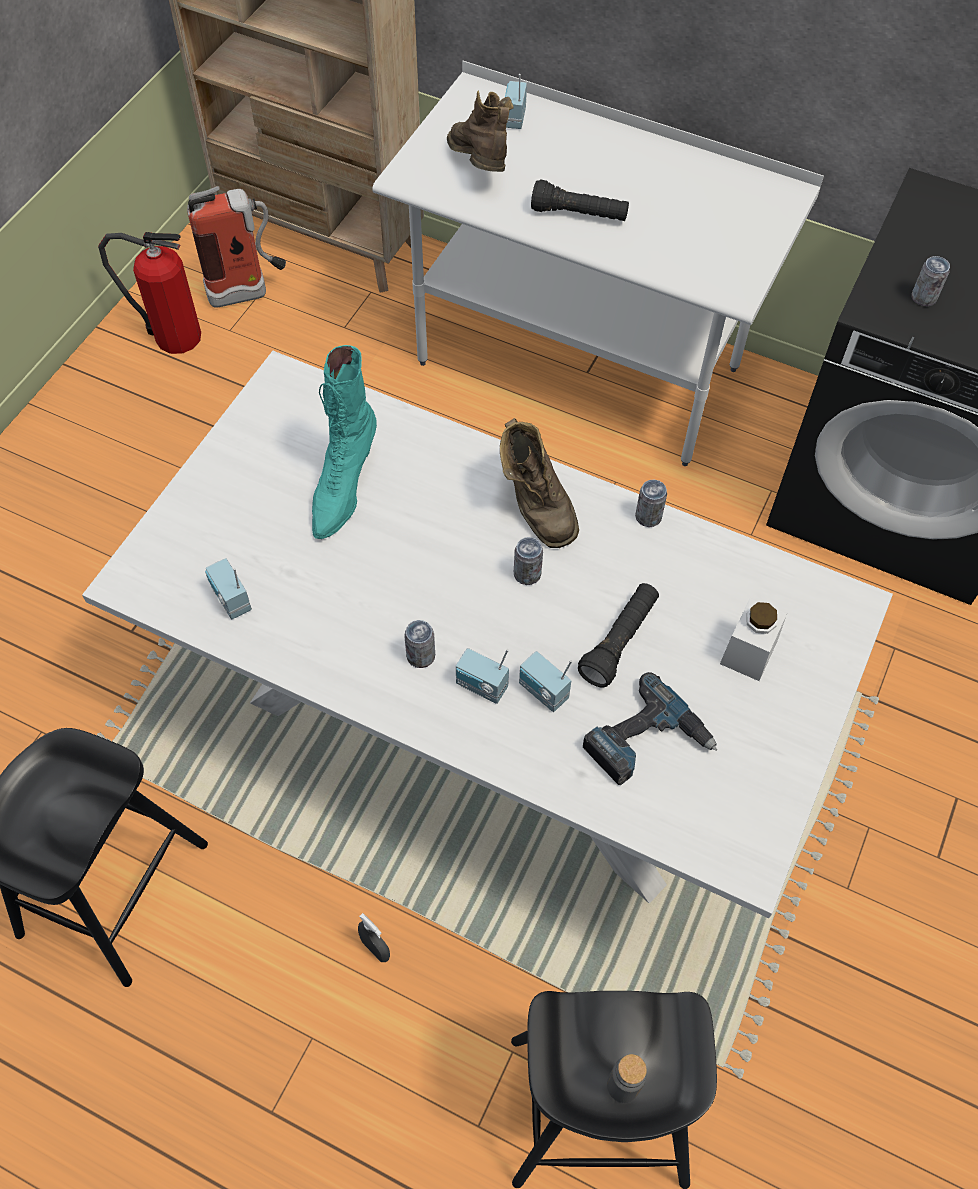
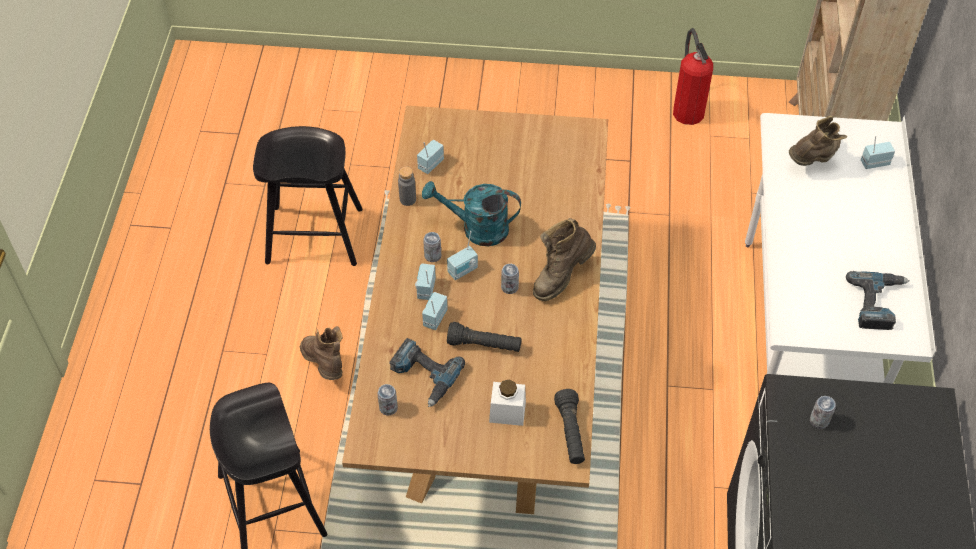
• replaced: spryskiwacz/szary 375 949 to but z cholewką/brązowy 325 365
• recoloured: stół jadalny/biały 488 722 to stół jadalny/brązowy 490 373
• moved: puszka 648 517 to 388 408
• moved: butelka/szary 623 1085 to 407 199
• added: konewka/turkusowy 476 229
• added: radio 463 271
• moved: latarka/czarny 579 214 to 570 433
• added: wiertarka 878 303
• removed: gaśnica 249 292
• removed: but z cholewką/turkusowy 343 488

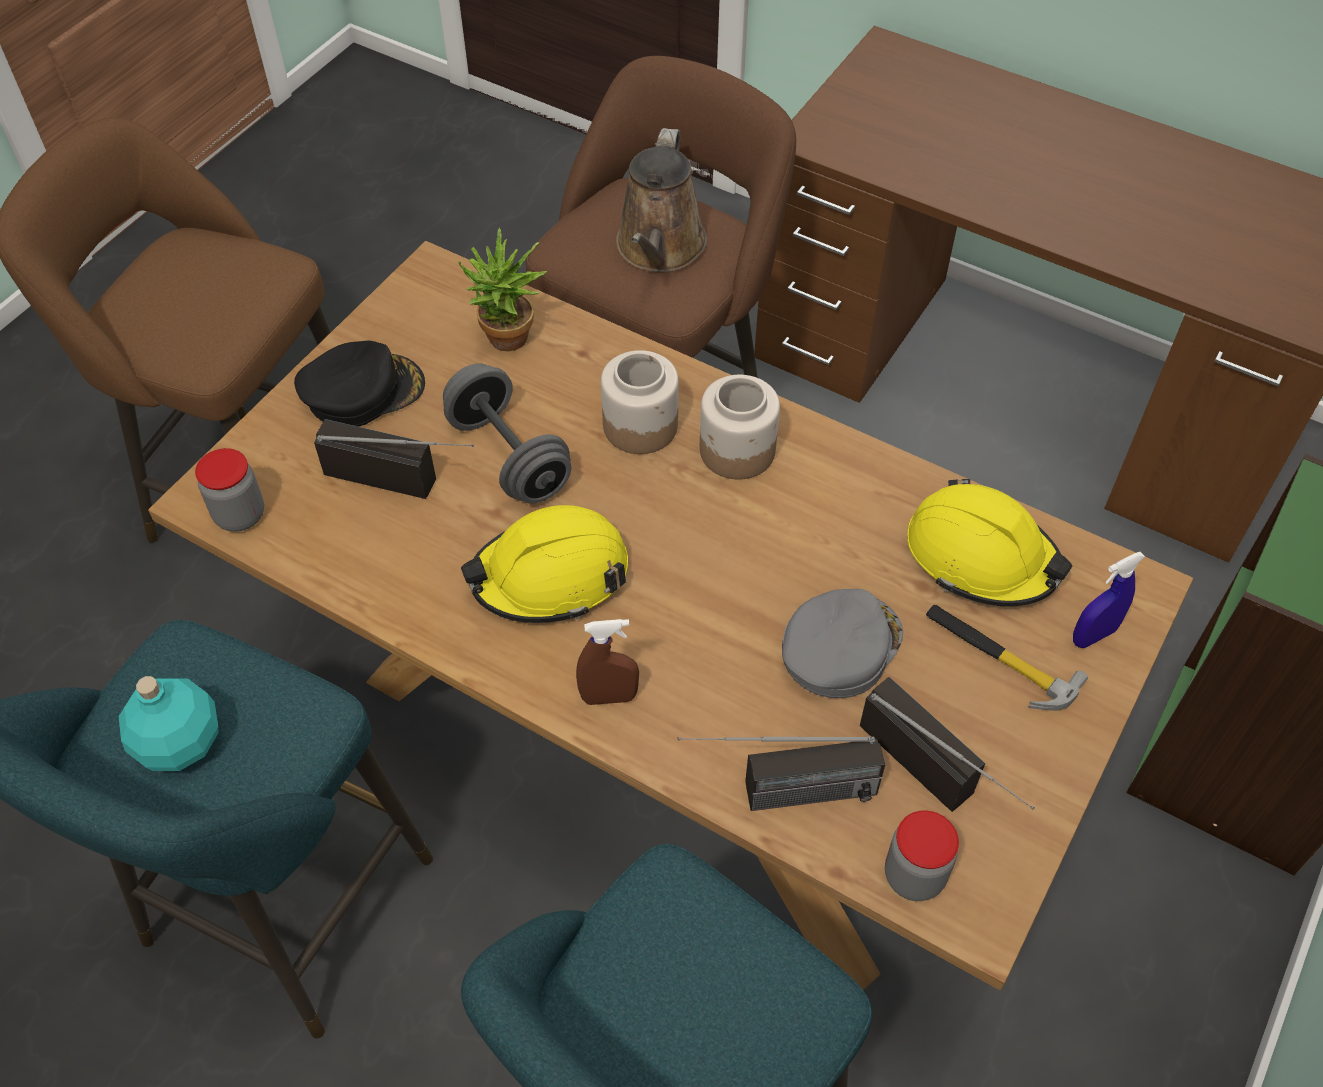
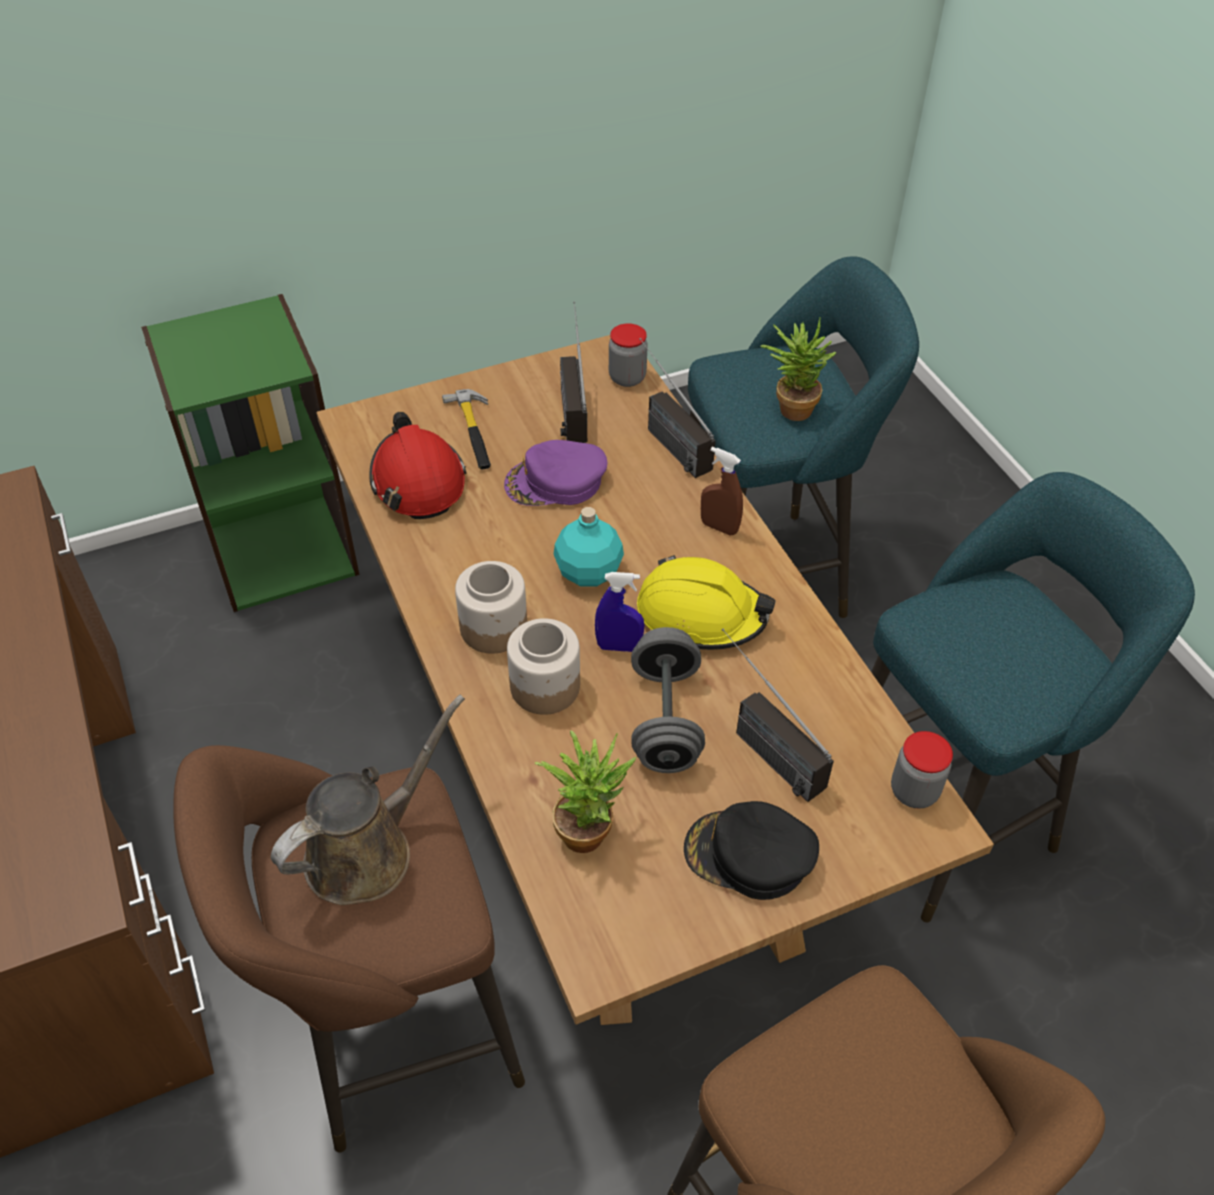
• recoloured: kask/żółty 981 557 to kask/czerwony 417 480
• recoloured: czapka z daszkiem/szary 839 646 to czapka z daszkiem/fioletowy 556 482
• moved: butelka/turkusowy 180 744 to 589 571
• moved: spryskiwacz/niebieski 1093 635 to 619 646
• turned: radio 777 796 = 664 437 150 degrees counterclockwise
• added: roślina doniczkowa 791 407

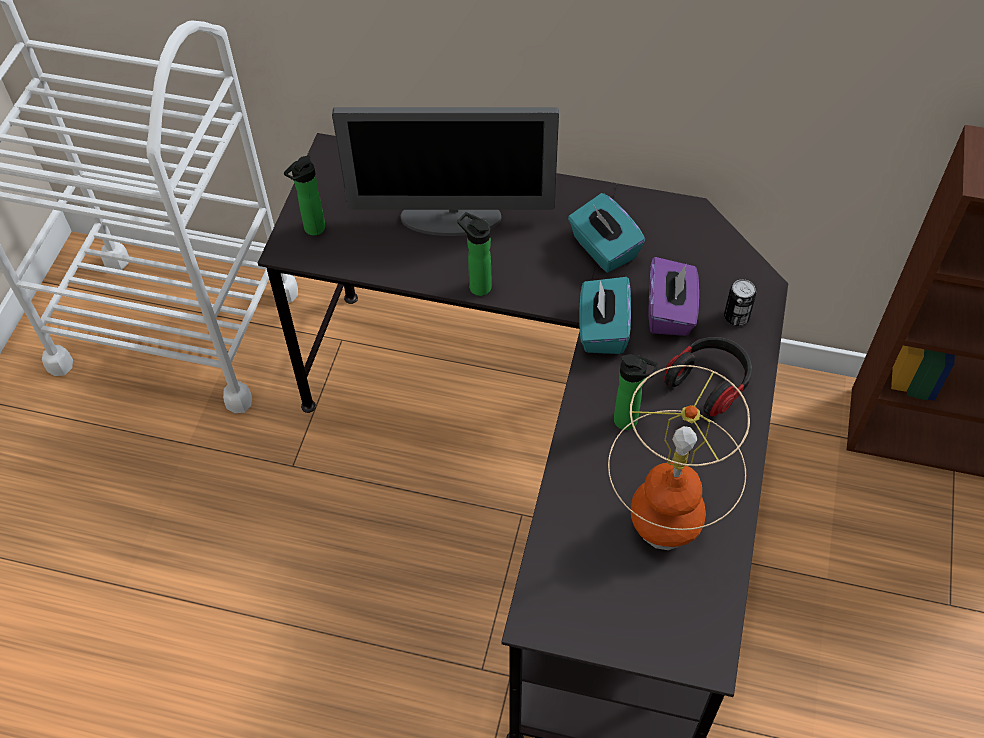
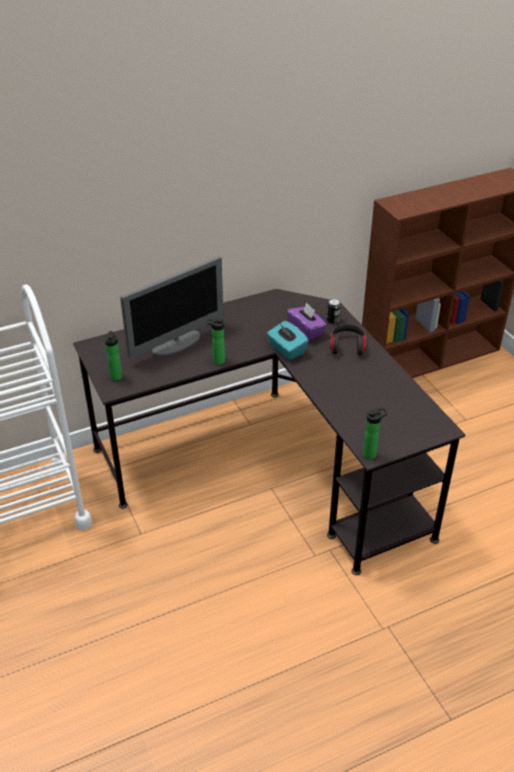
• moved: butelka 629 421 to 371 454
• removed: pudełko chusteczek/turkusowy 603 249
• removed: lampa stołowa 664 526

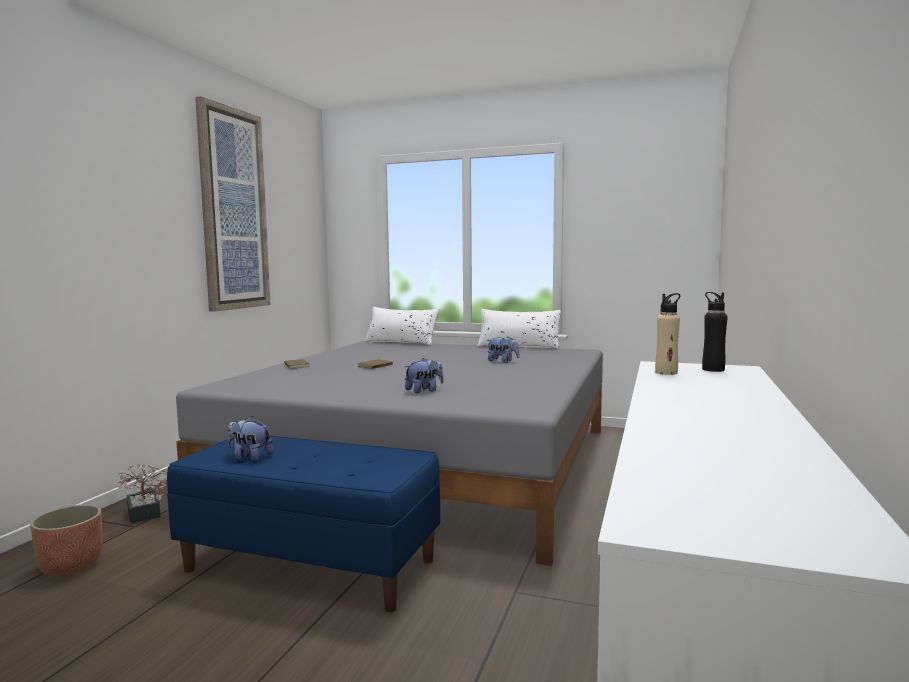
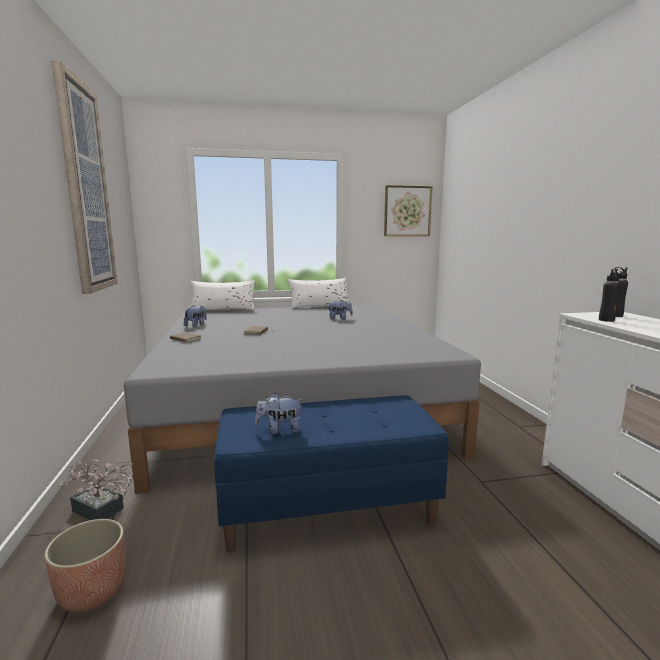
• moved: pluszak 424 391 to 196 325
• added: obraz 407 211
• recoloured: butelka/beżowy 666 372 to butelka/czarny 606 320

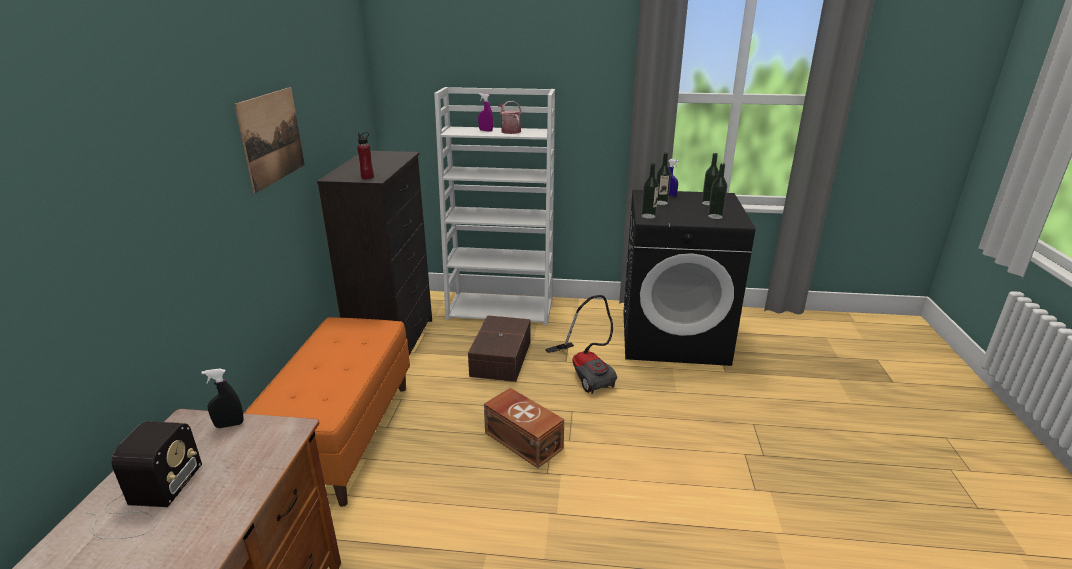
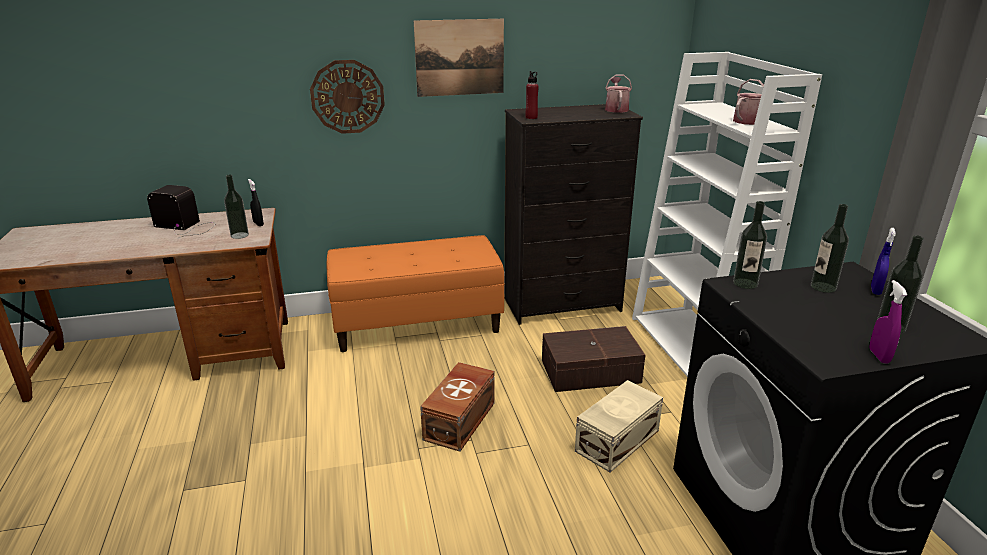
• turned: radio 147 500 = 186 226 150 degrees counterclockwise
• moved: butelka 715 216 to 239 235
• added: zegar ścienny 347 97
• replaced: odkurzacz 587 372 to pojemnik do przechowywania/beżowy 615 441
• added: konewka 616 109
• moved: spryskiwacz/fioletowy 485 130 to 879 356

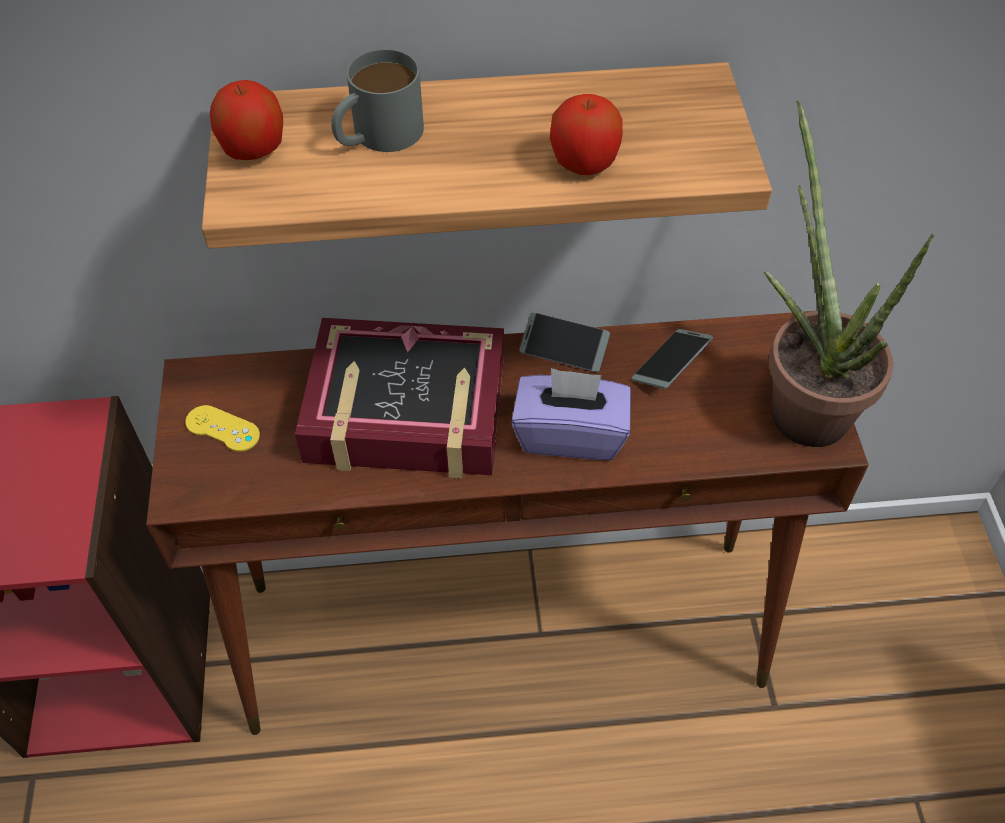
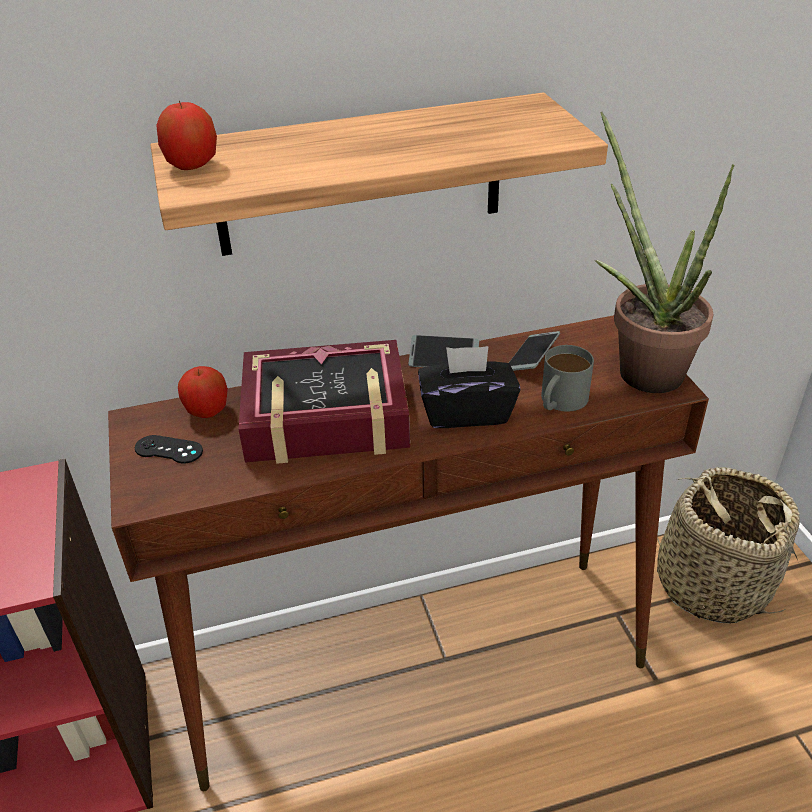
• recoloured: pad do gier/żółty 222 429 to pad do gier/czarny 168 450
• moved: jabłko 584 163 to 207 411
• recoloured: pudełko chusteczek/fioletowy 570 434 to pudełko chusteczek/czarny 466 412
• moved: kubek/szary 377 135 to 559 401
• added: koszyk 711 583

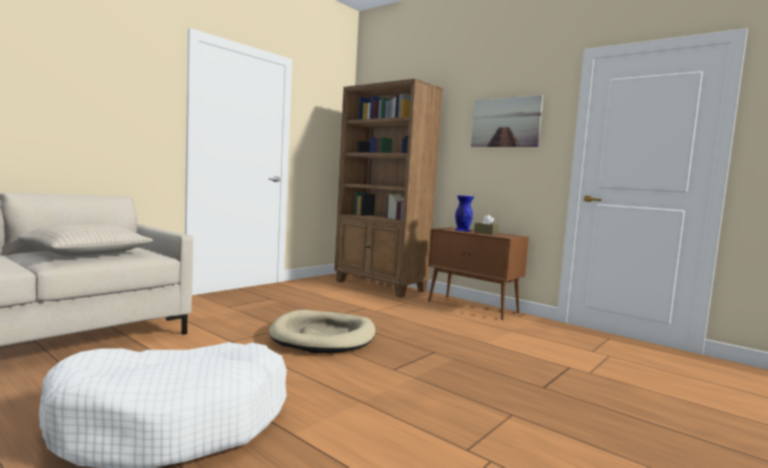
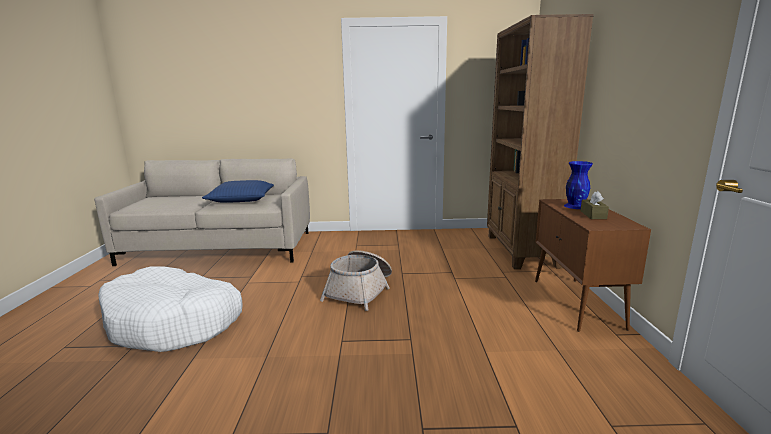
• recoloured: poduszka/beżowy 86 253 to poduszka/niebieski 241 199
• replaced: legowisko/beżowy 323 336 to koszyk 360 291
• removed: obraz 505 122

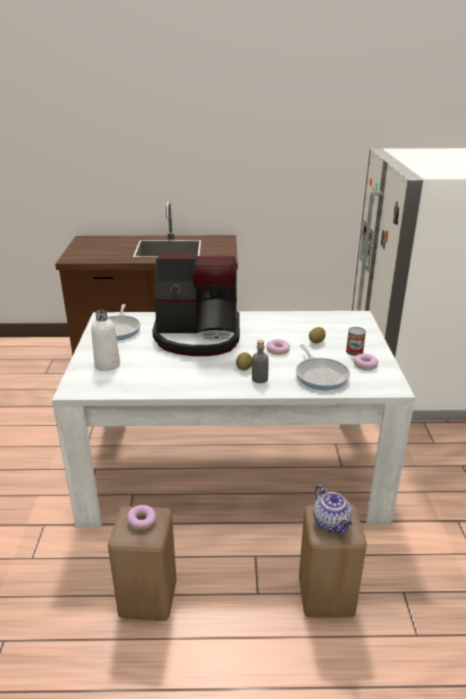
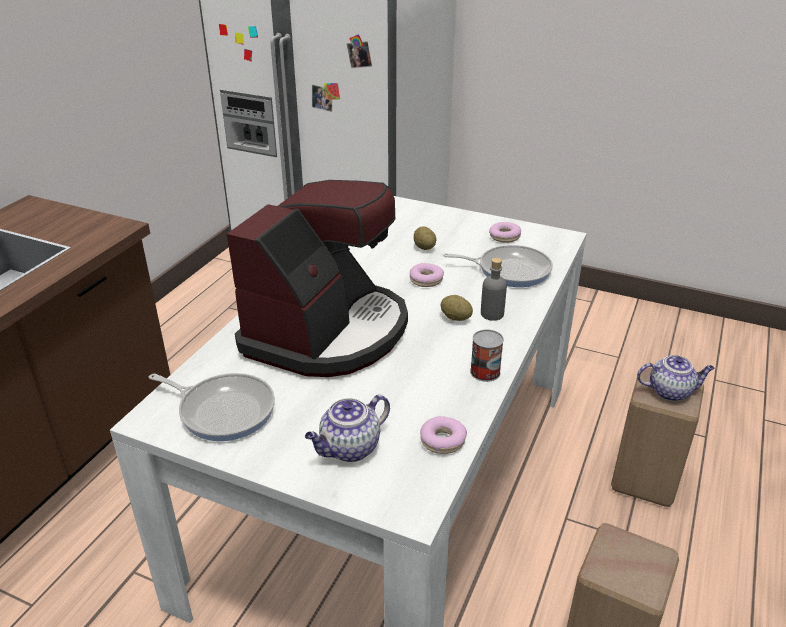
• replaced: butelka/biały 107 365 to imbryk 349 449
• moved: donut 141 521 to 443 441
• moved: puszka 354 351 to 485 372

